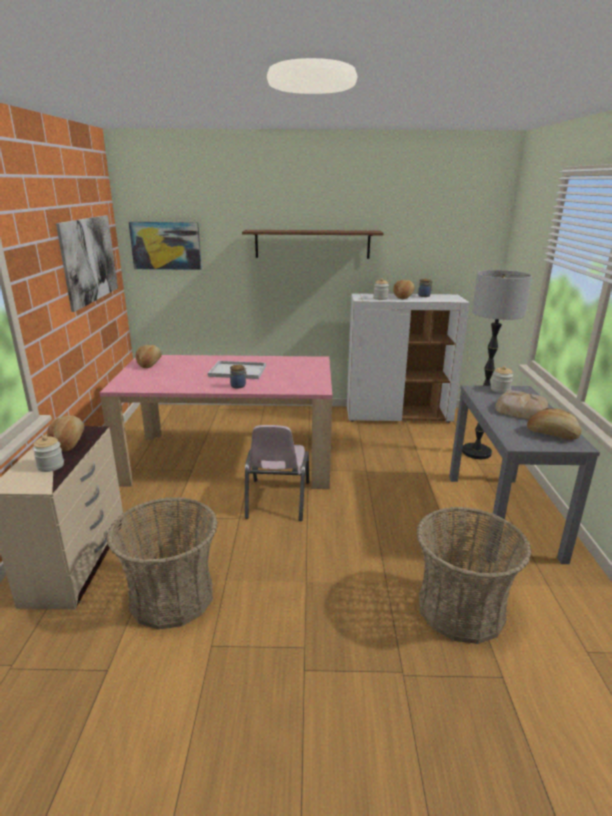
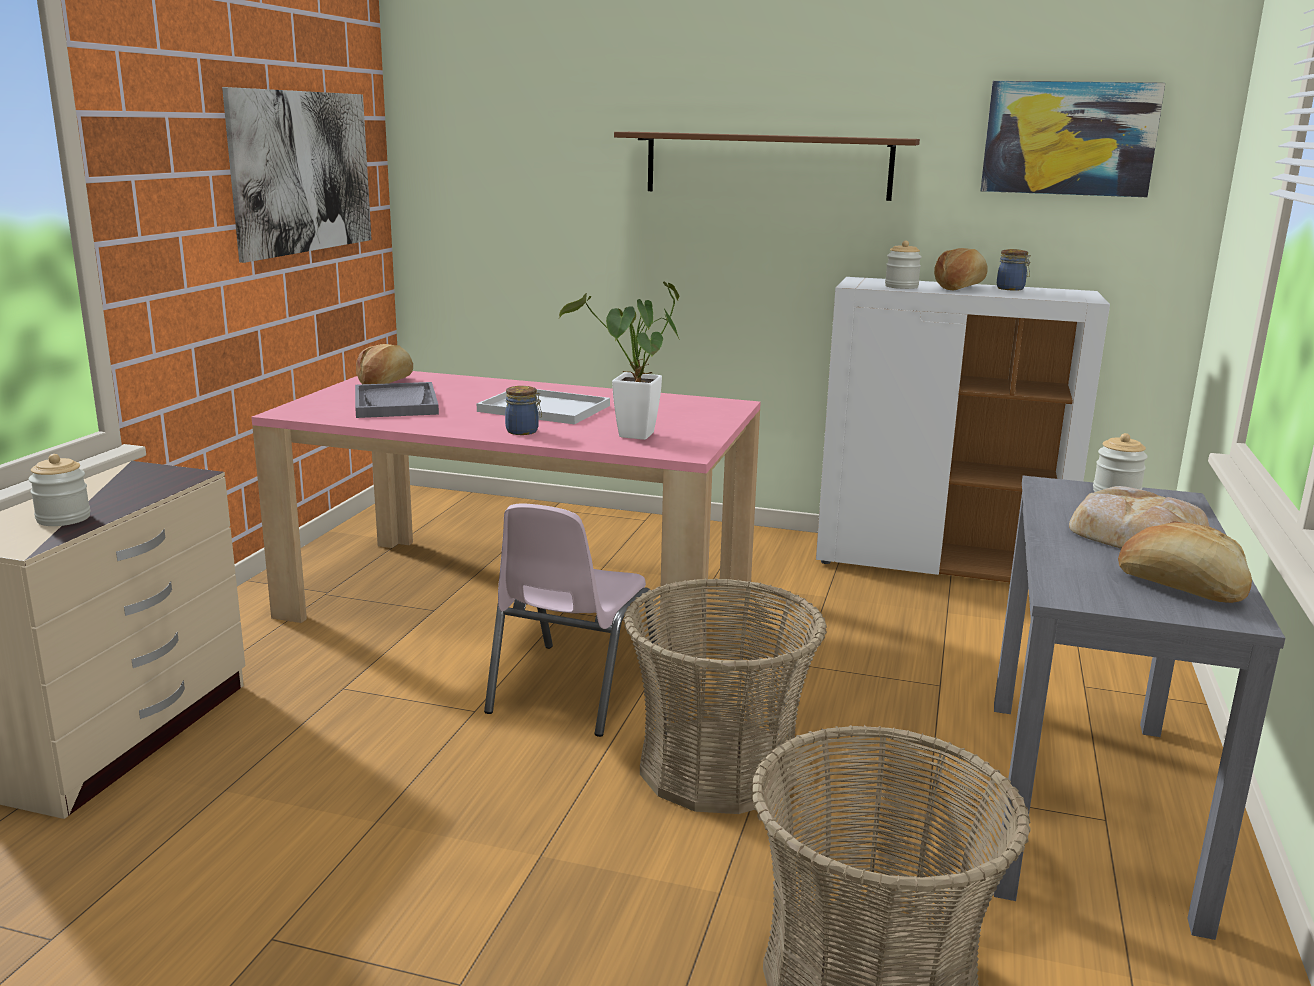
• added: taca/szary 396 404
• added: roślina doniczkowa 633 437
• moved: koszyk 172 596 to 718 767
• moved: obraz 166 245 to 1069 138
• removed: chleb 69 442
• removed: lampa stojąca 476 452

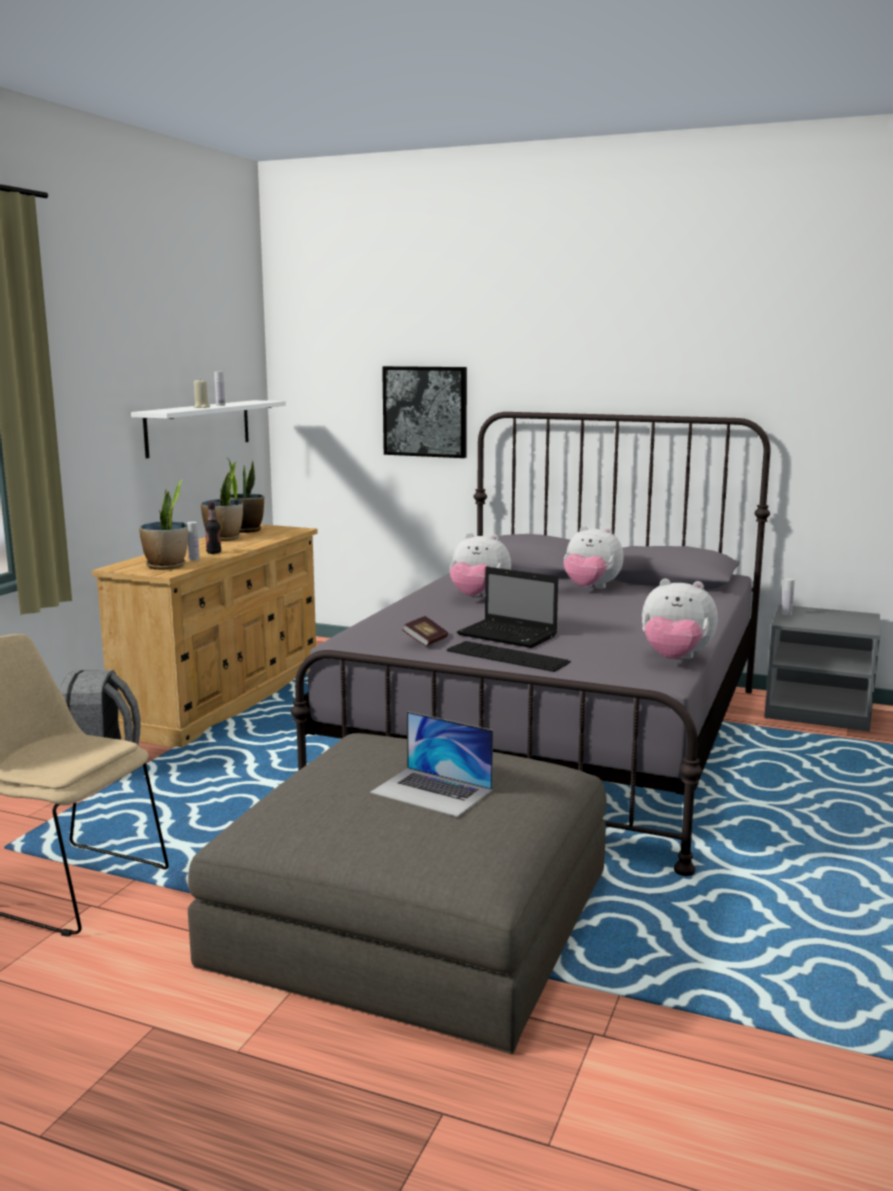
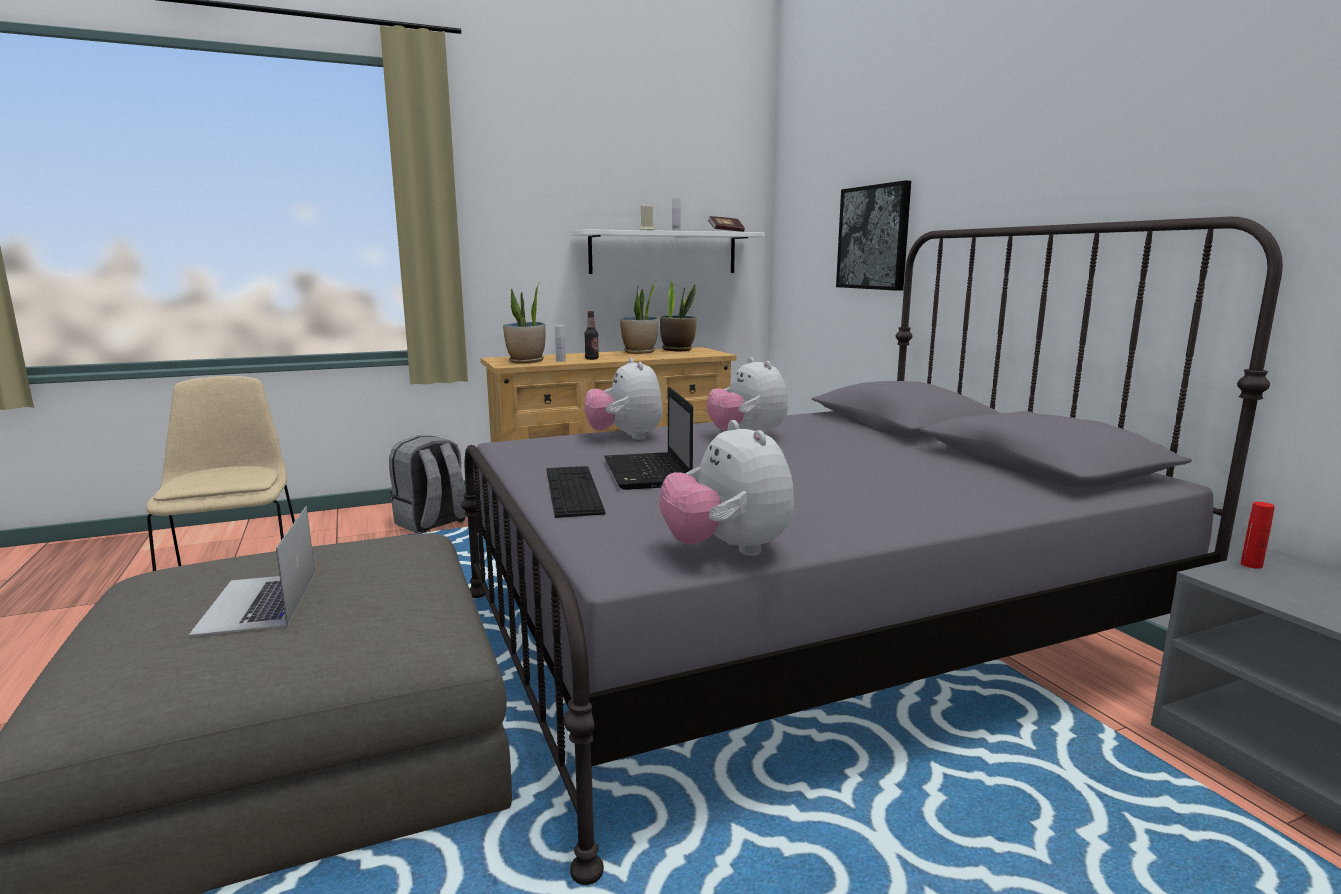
• moved: pluszak 590 588 to 625 437
• moved: książka 425 642 to 726 231
• recoloured: butelka/biały 786 614 to butelka/czerwony 1251 565

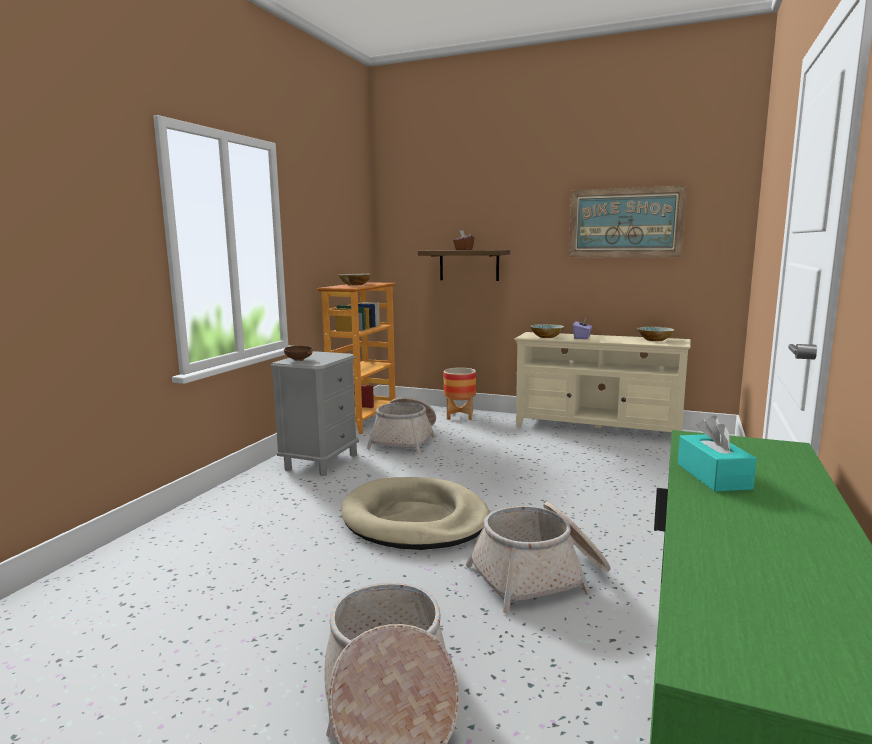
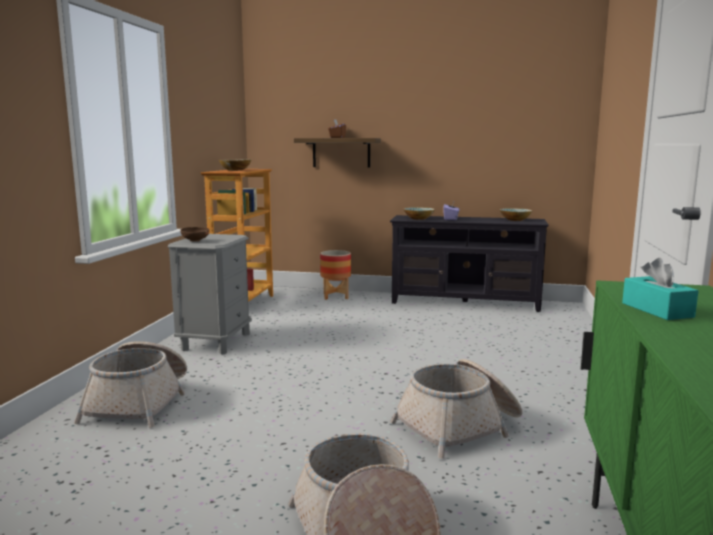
• moved: koszyk 405 440 to 140 402
• recoloured: szafka pod telewizor/beżowy 597 428 to szafka pod telewizor/czarny 465 302
• removed: legowisko/beżowy 415 519
• removed: obraz 625 223

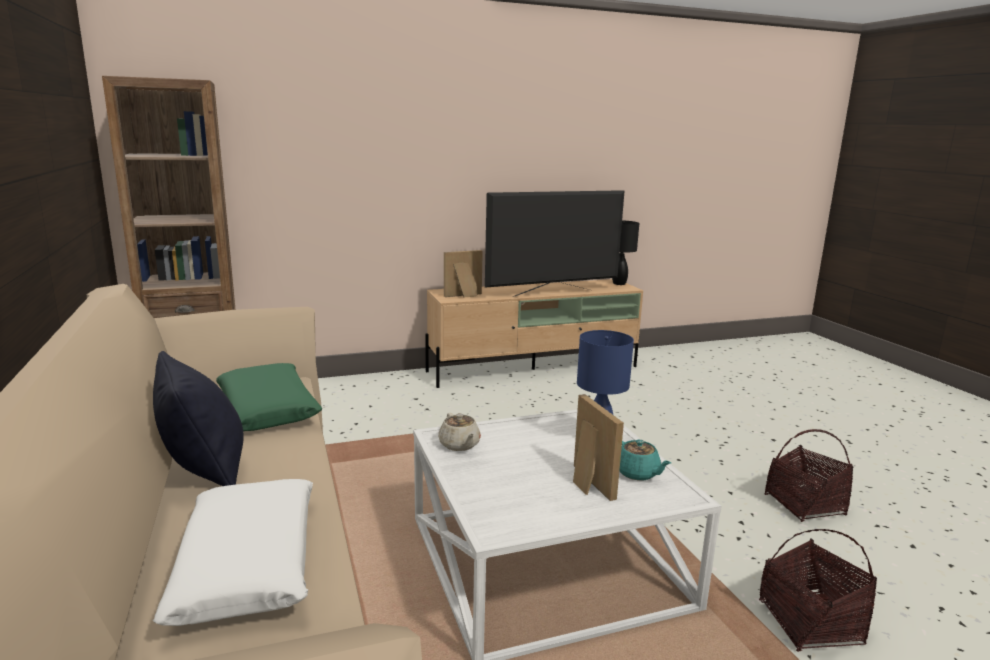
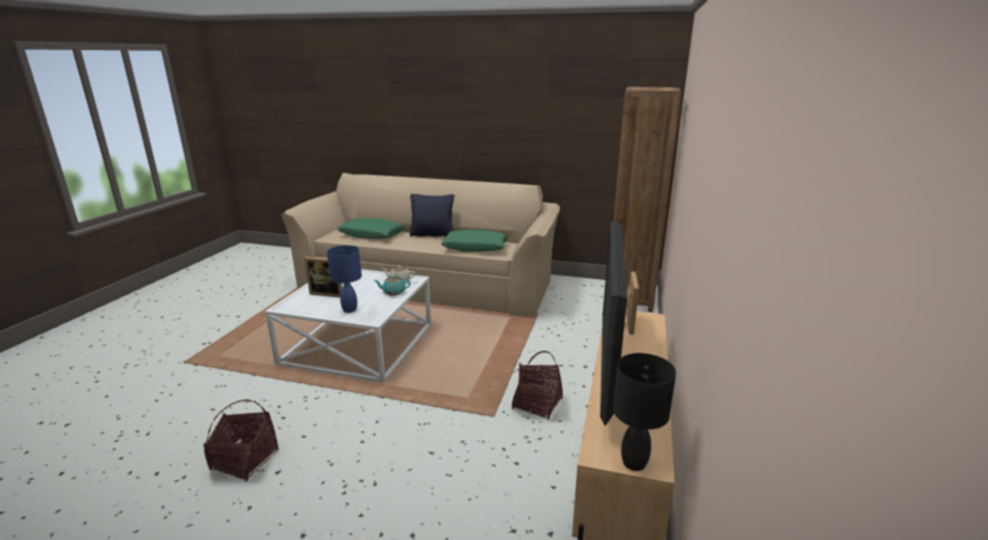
• recoloured: poduszka/biały 248 563 to poduszka/zielony 372 235
• moved: imbryk/turkusowy 637 473 to 393 292
• moved: koszyk 809 622 to 537 404

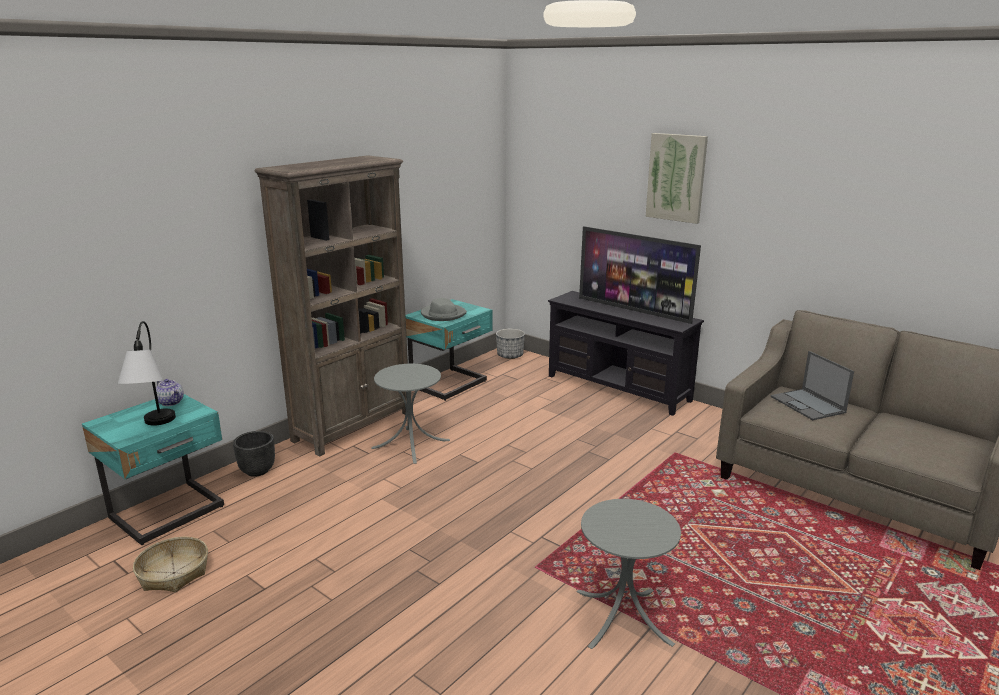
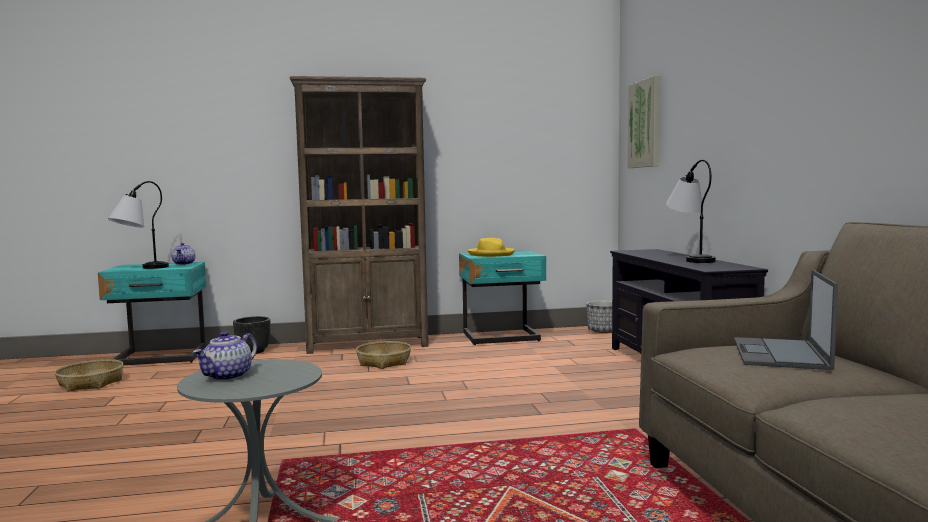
• added: imbryk 228 376
• replaced: stolik/szary 411 444 to koszyk 384 362
• recoloured: kapelusz/szary 443 314 to kapelusz/żółty 491 254
• moved: obraz 676 177 to 645 124
• replaced: telewizor 634 310 to lampa stołowa 690 259

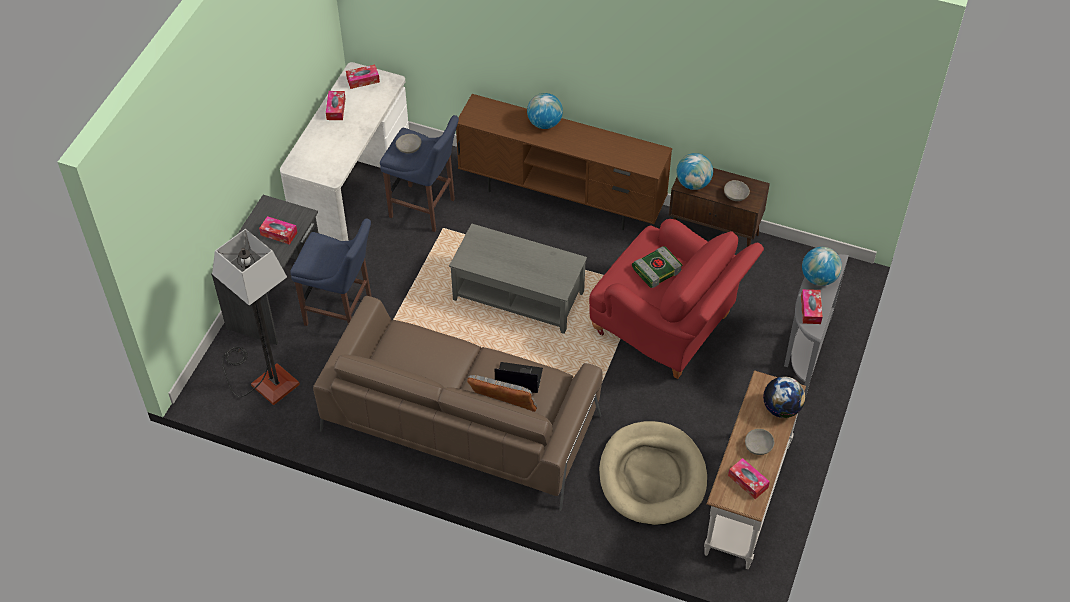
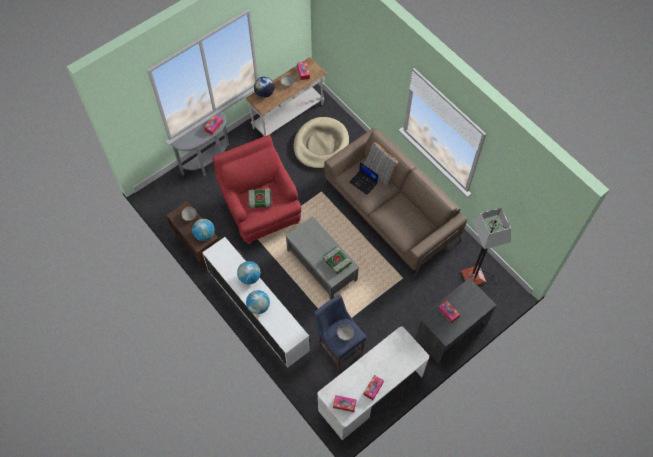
• recoloured: szafka pod telewizor/brązowy 562 197 to szafka pod telewizor/biały 258 314
• moved: globus 819 278 to 249 277
• added: książka 337 261
• removed: stołek/niebieski 341 313

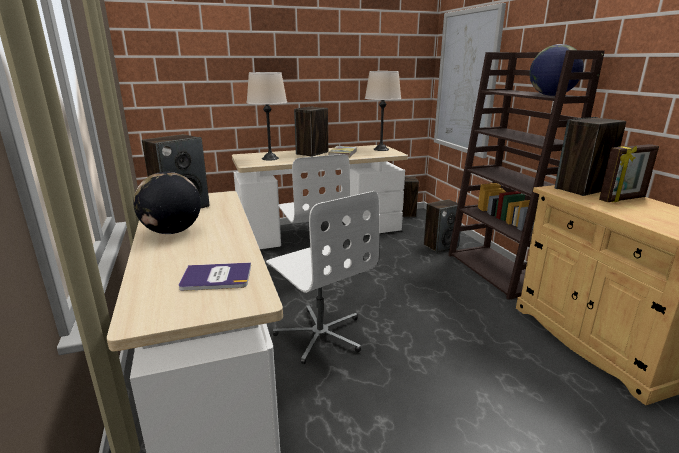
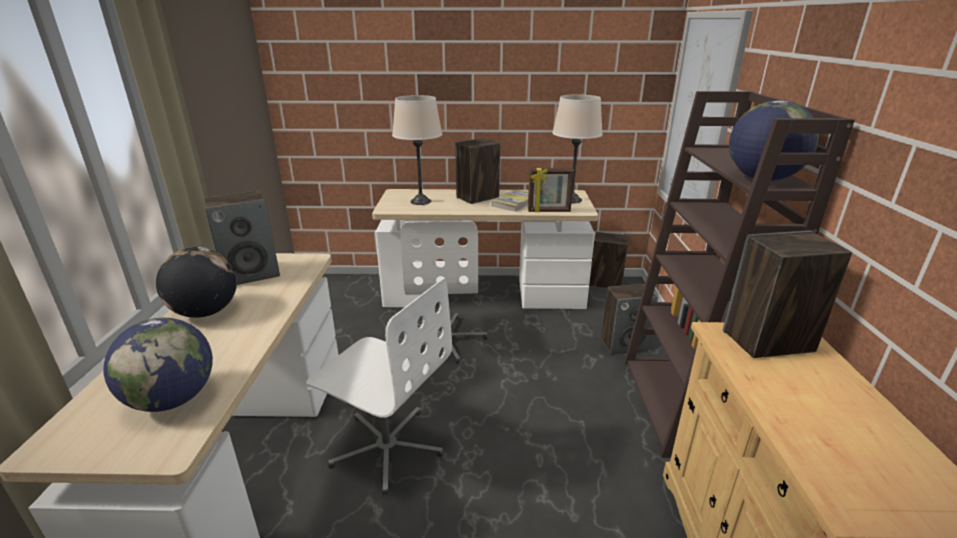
• replaced: książka 216 277 to globus 173 399
• turned: krzesło biurowe/biały 320 334 = 387 447 45 degrees counterclockwise
• moved: ramka na zdjęcie 623 199 to 549 211

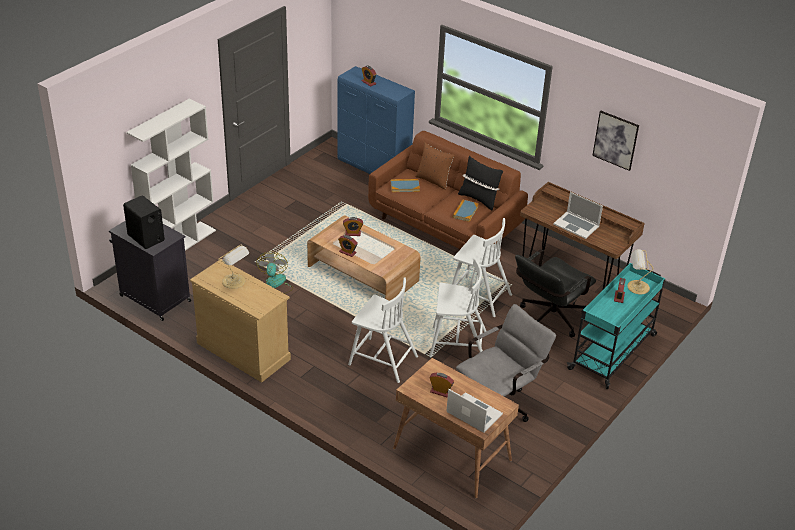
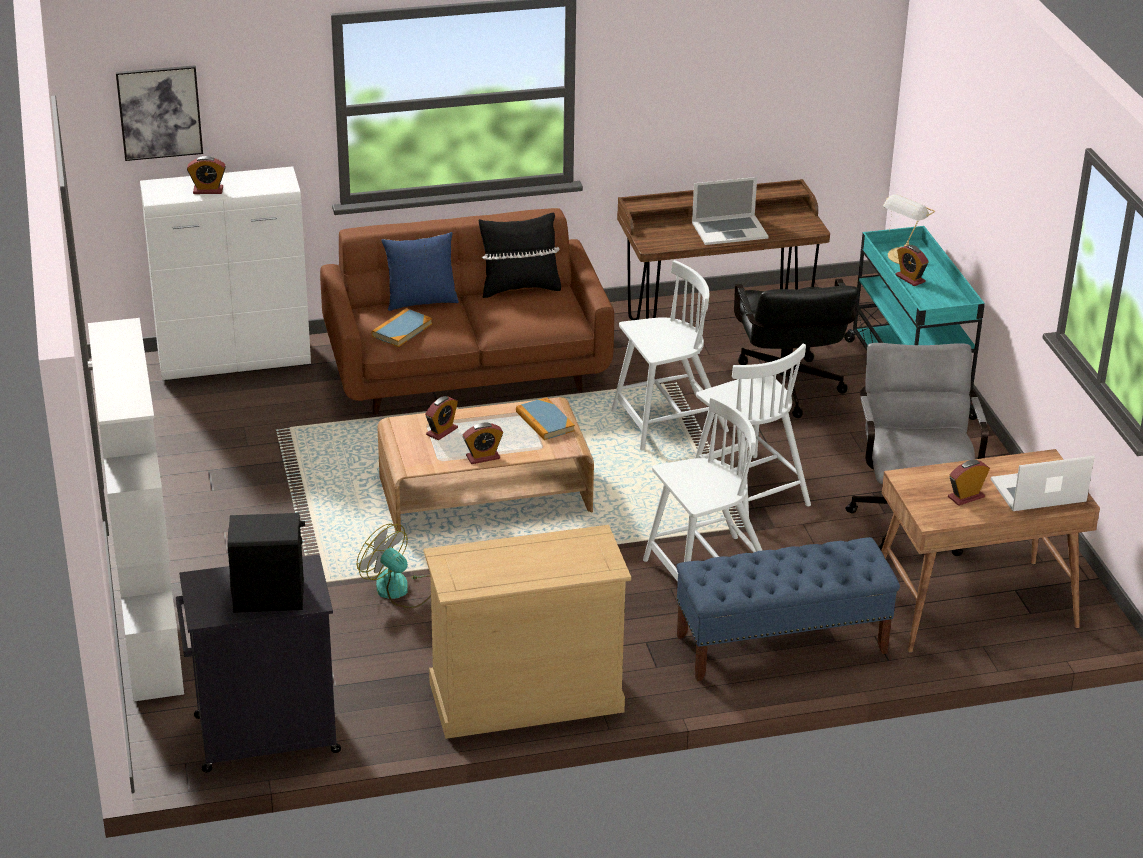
• moved: obraz 615 140 to 159 112
• recoloured: szafka/niebieski 374 168 to szafka/biały 235 361
• recoloured: poduszka/brązowy 433 180 to poduszka/niebieski 421 301
• moved: książka 465 212 to 545 421
• added: ławka/niebieski 781 644
• turned: krzesło/biały 457 344 = 748 490 105 degrees clockwise
• removed: lampa stołowa 234 281

